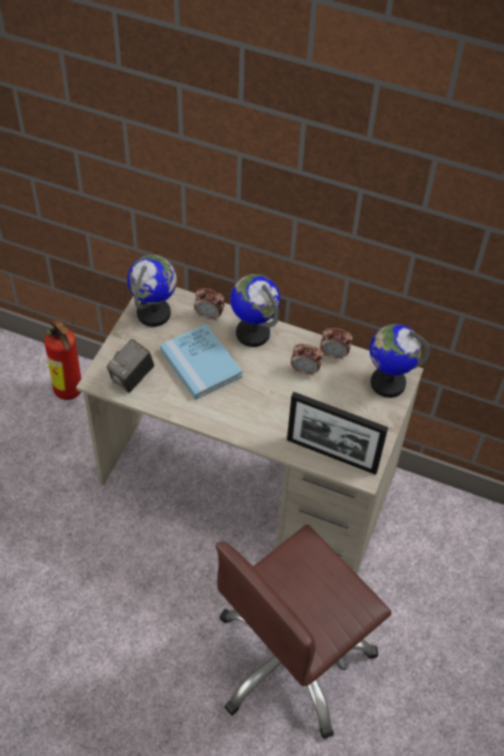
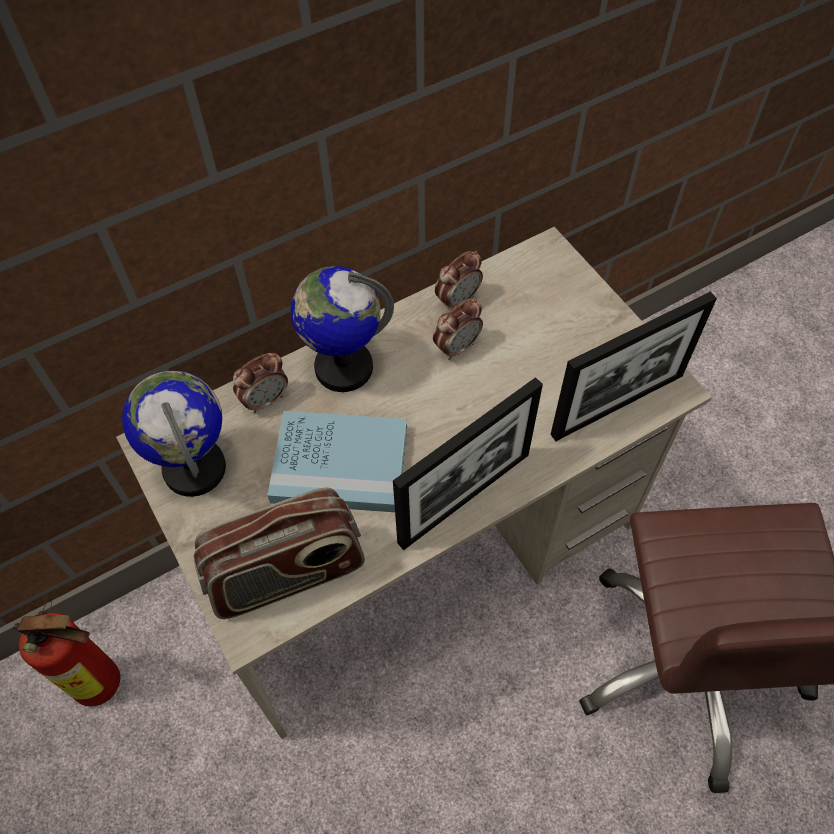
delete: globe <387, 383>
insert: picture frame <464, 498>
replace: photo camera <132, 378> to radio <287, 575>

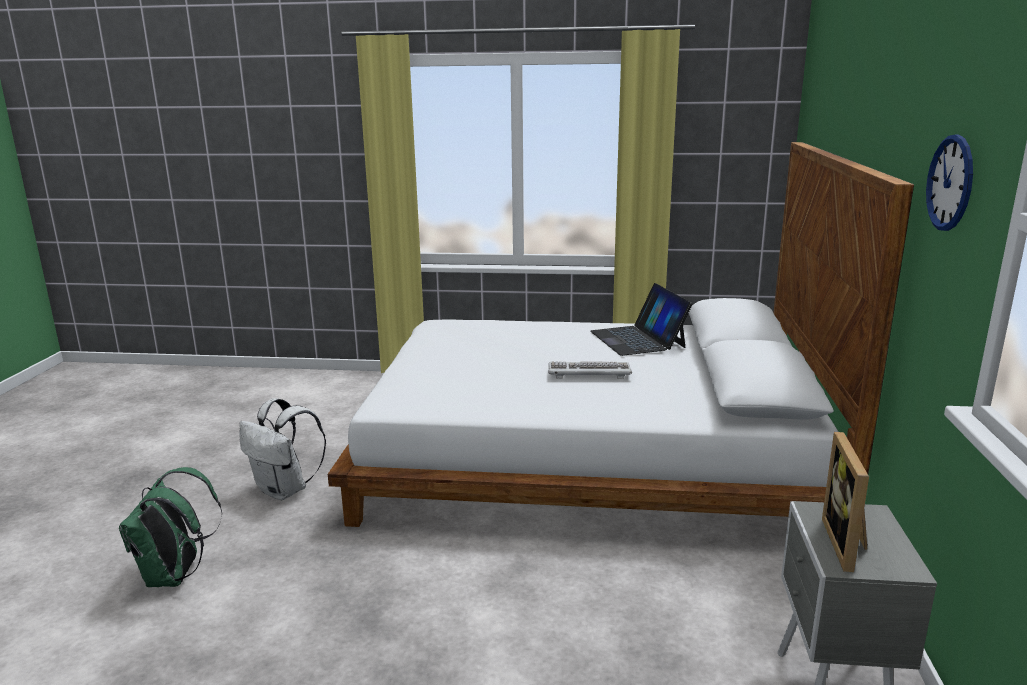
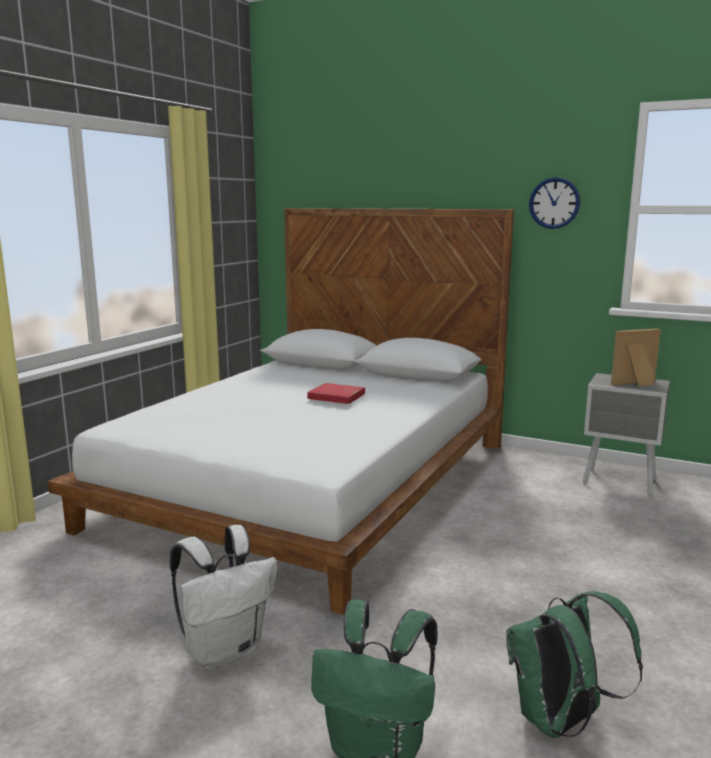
delete: laptop <638, 339>
insert: backpack (green) <560, 722>
replace: keyboard <588, 372> to book (red) <336, 397>
rotate: picture frame <848, 545> = <636, 384> 135 degrees clockwise

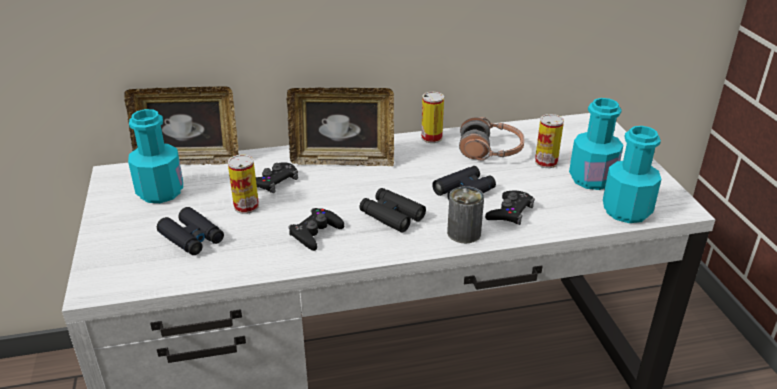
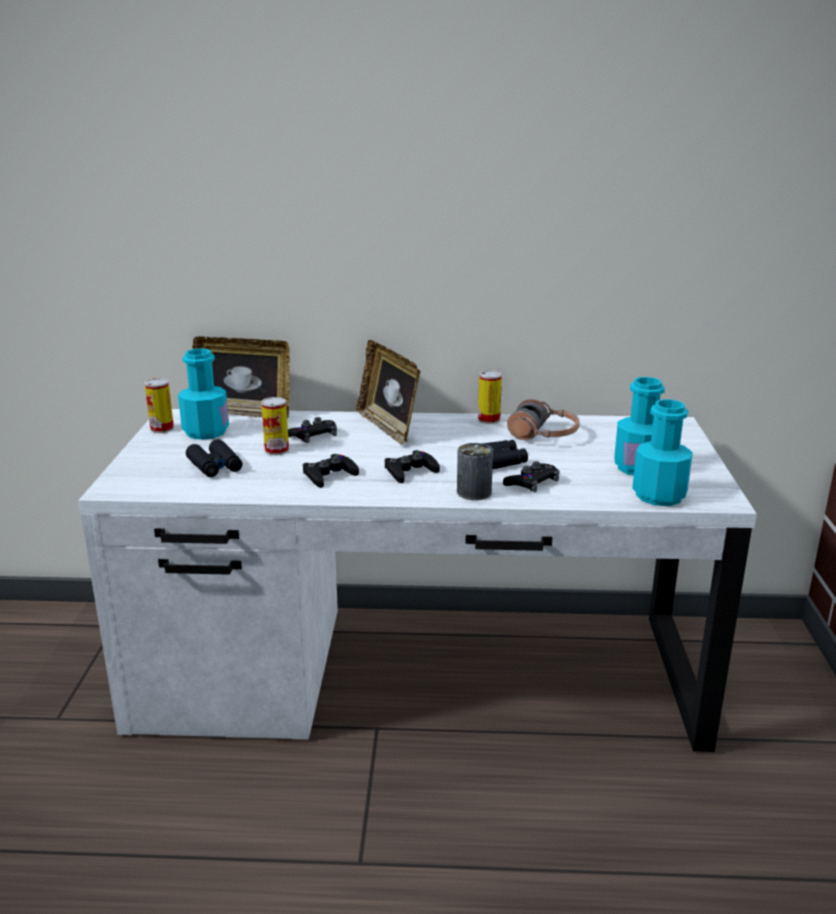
move: can <546, 162> to <162, 428>
replace: binoculars (black) <391, 215> to game controller (black) <410, 472>
rotate: picture frame <342, 160> = <388, 427> 45 degrees clockwise

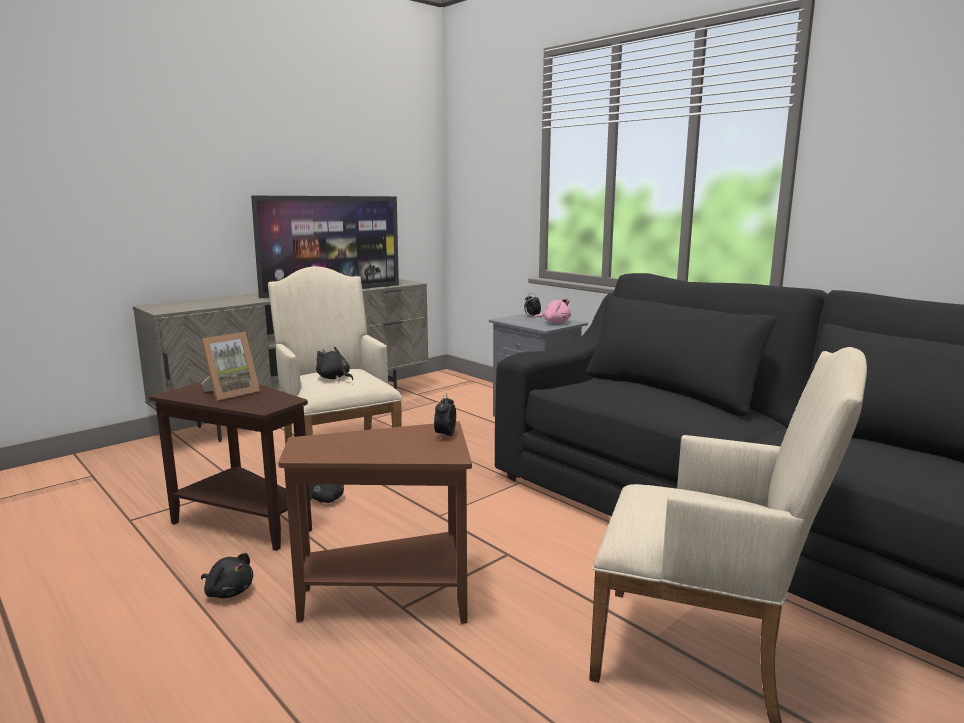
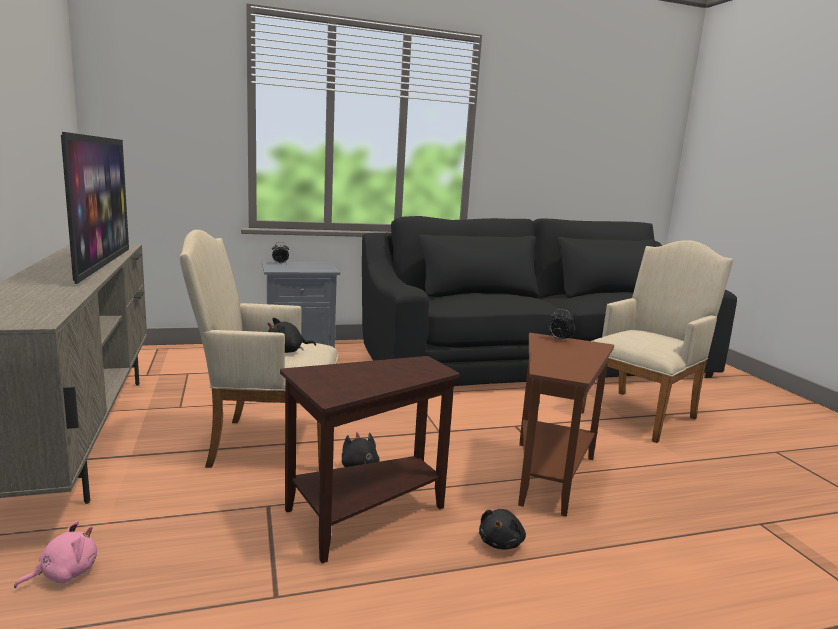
delete: picture frame <230, 393>
move: plush toy (pink) <554, 322> to <65, 573>
rotate: plush toy (black) <228, 591> = <501, 542> 150 degrees clockwise

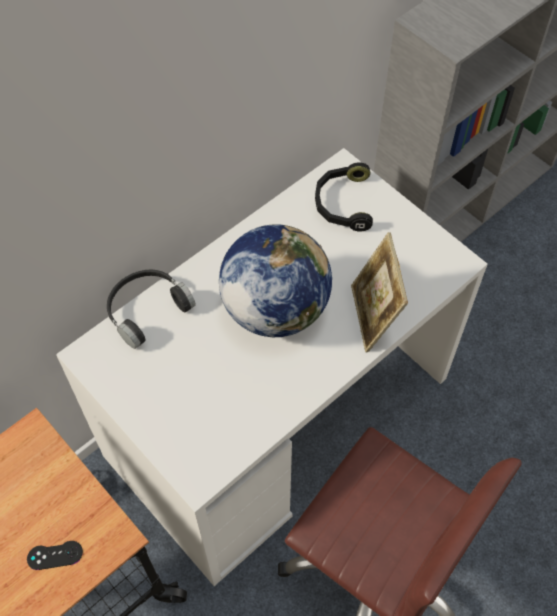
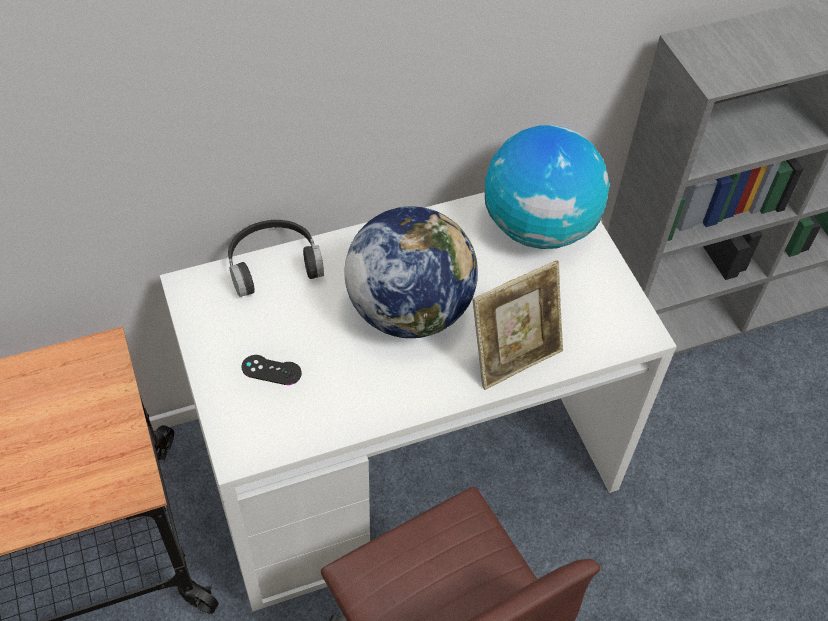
move: game controller (black) <55, 555> to <271, 370>
replace: headphones (black) <342, 203> to globe <539, 227>
rotate: picture frame <373, 317> = <514, 356> 135 degrees counterclockwise

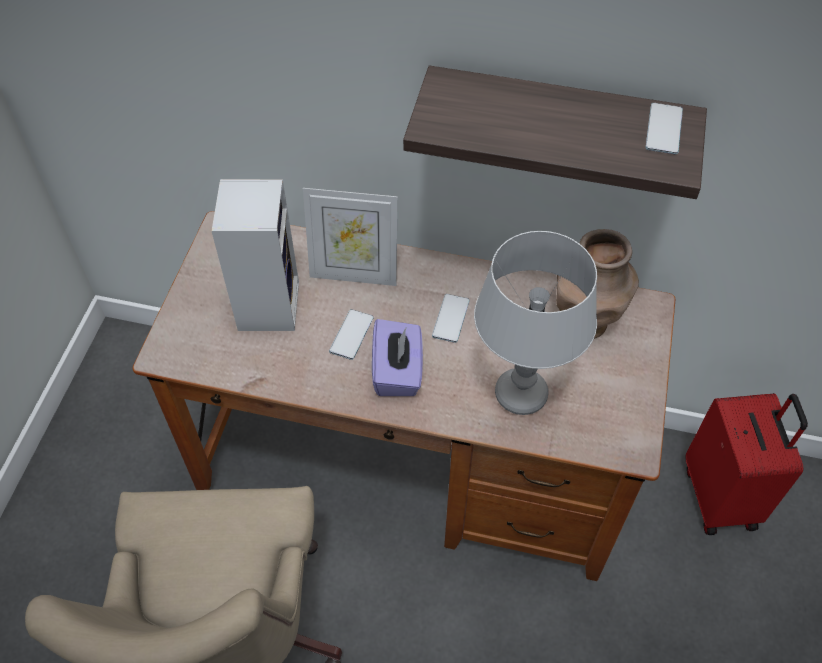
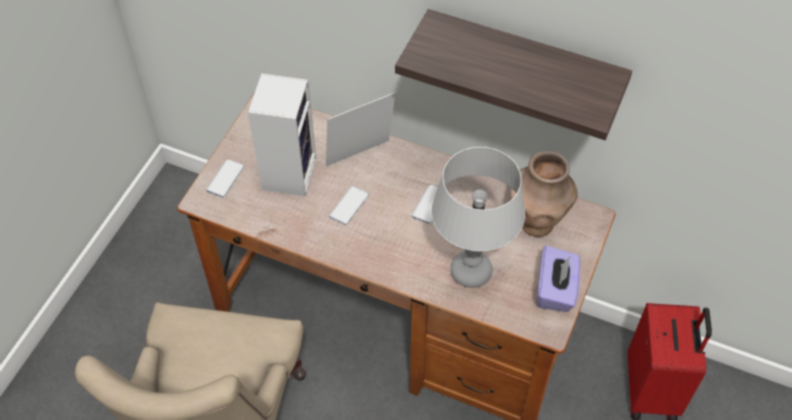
move: phone <664, 129> to <225, 178>; tissue box (purple) <398, 372> to <555, 290>
rotate: picture frame <354, 274> = <360, 158> 135 degrees clockwise

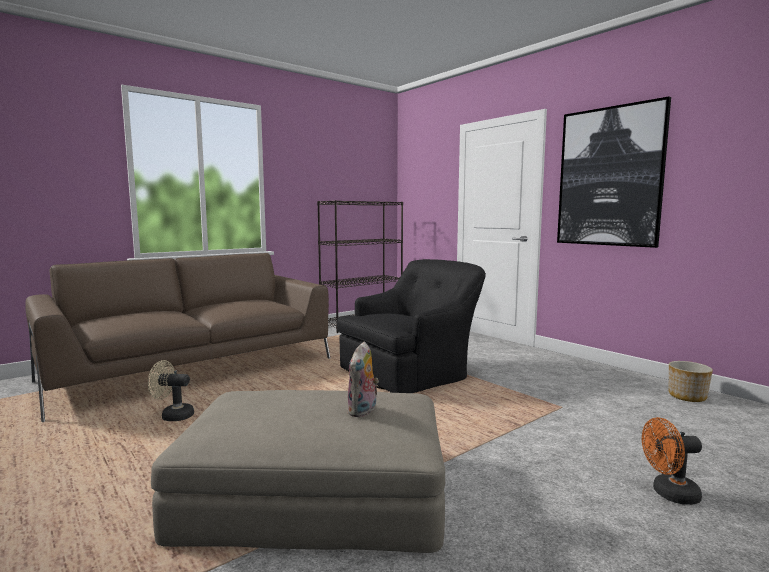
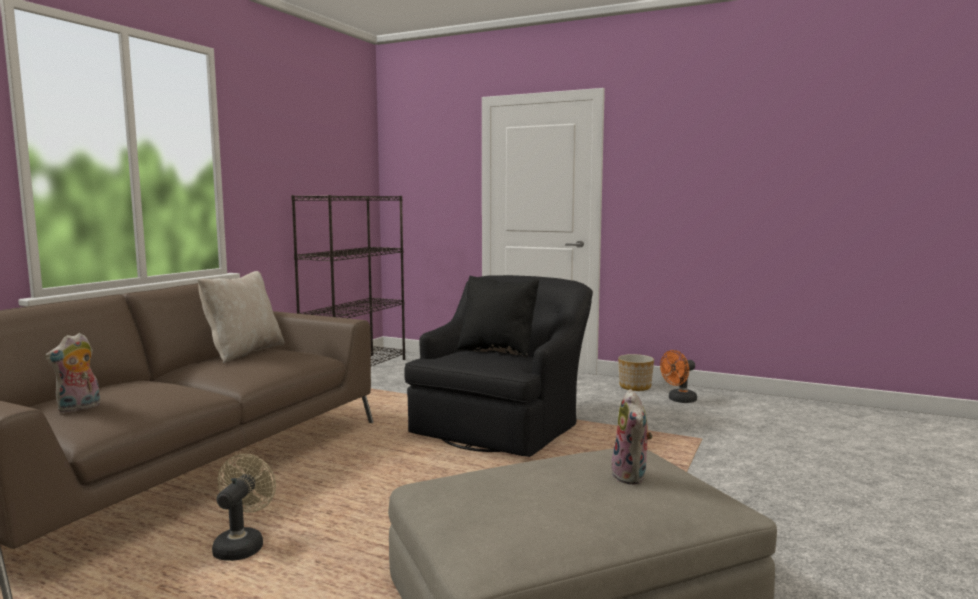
delete: picture <609, 177>
insert: pillow (beige) <243, 352>; pillow (black) <497, 351>; plush toy <79, 408>
move: planter <687, 396> to <635, 387>; fan (orange) <669, 494> to <679, 400>
rotate: fan (beige) <172, 416> = <242, 545> 120 degrees clockwise

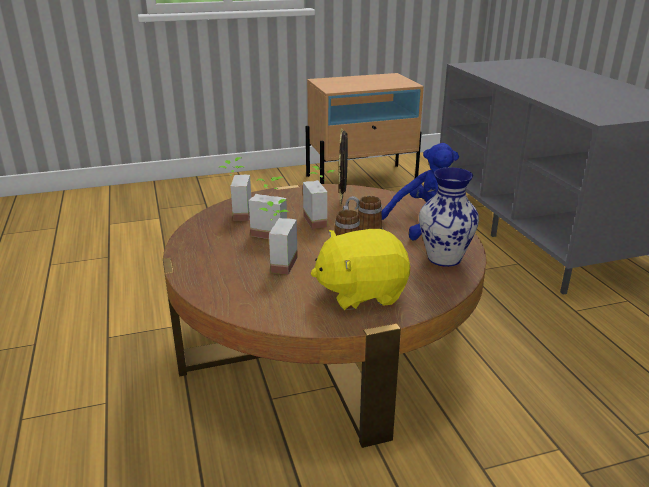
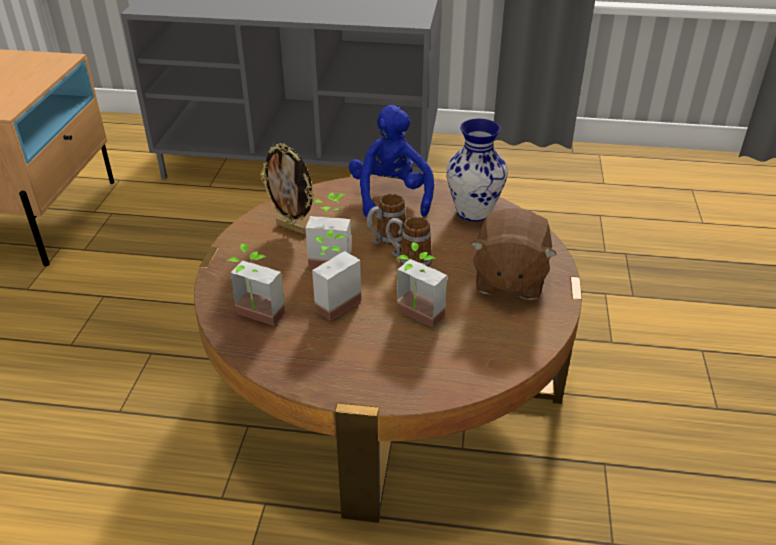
recolor: plush toy (yellow) <361, 292> to plush toy (brown) <508, 279>

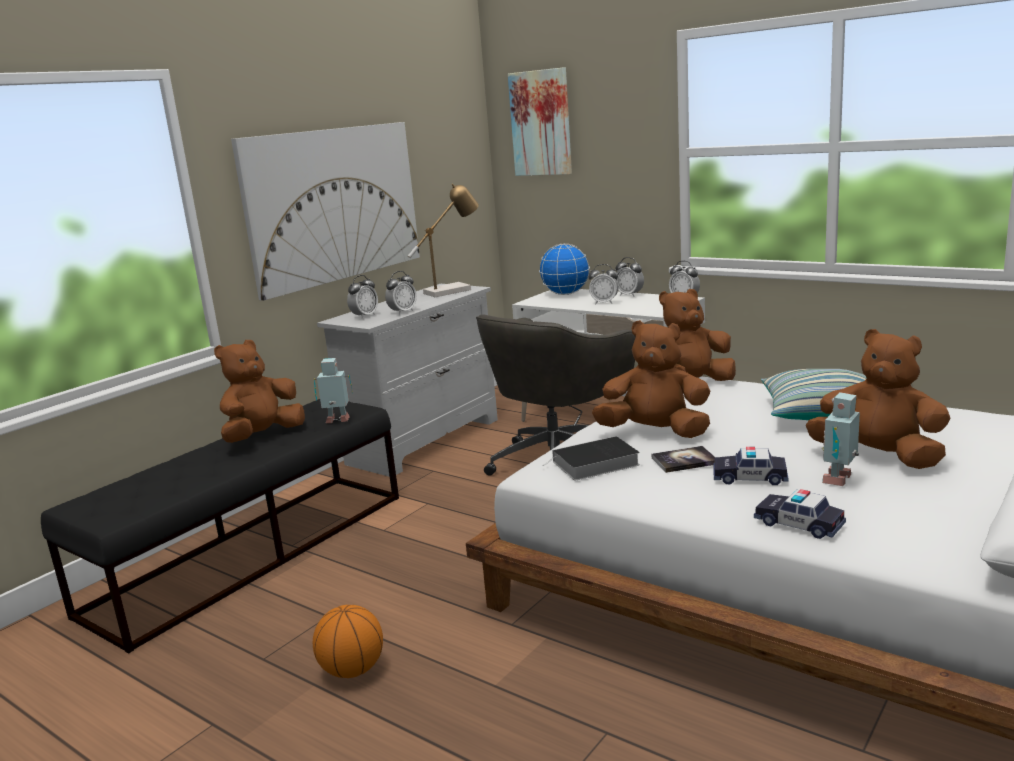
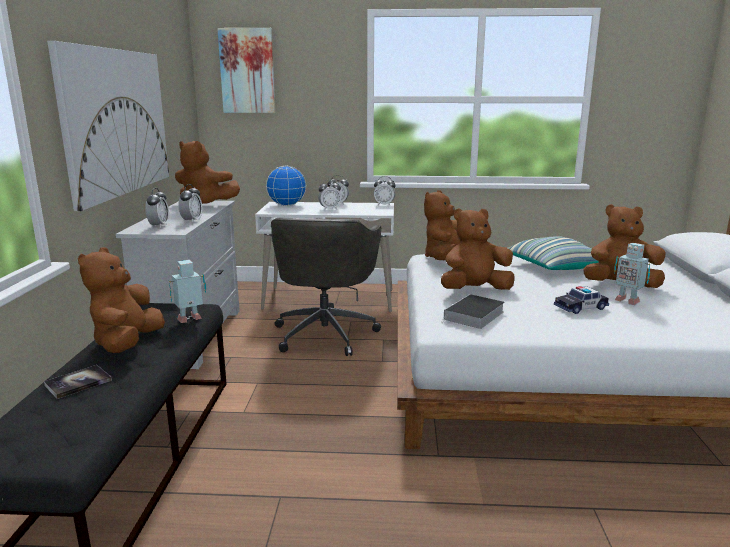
delete: toy car <799, 524>; basketball <353, 670>
move: book <684, 461> to <78, 383>
replace: table lamp <452, 290> to plush toy (brown) <205, 204>
rotate: toy robot <840, 479> = <627, 300> 45 degrees counterclockwise

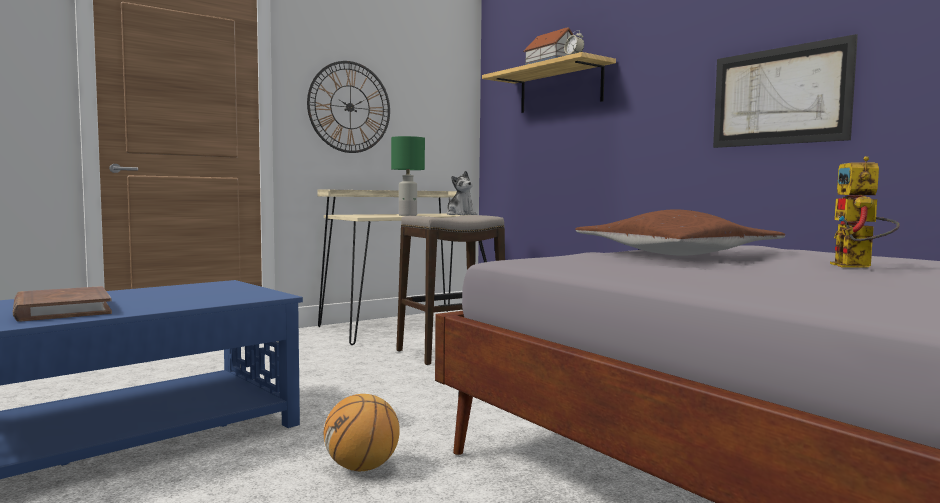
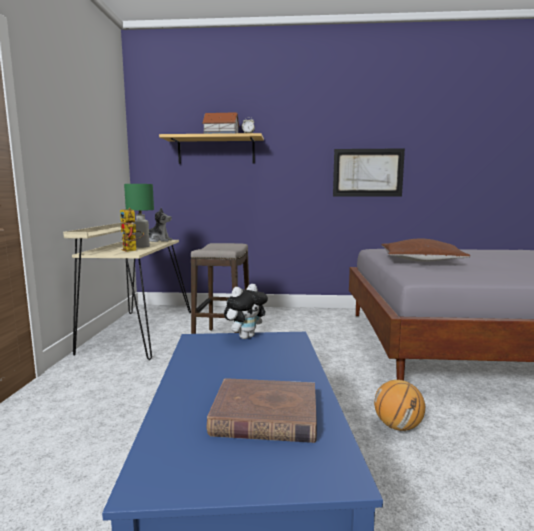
delete: wall clock <350, 107>
insert: plush toy <246, 336>
move: toy robot <858, 267> to <132, 250>

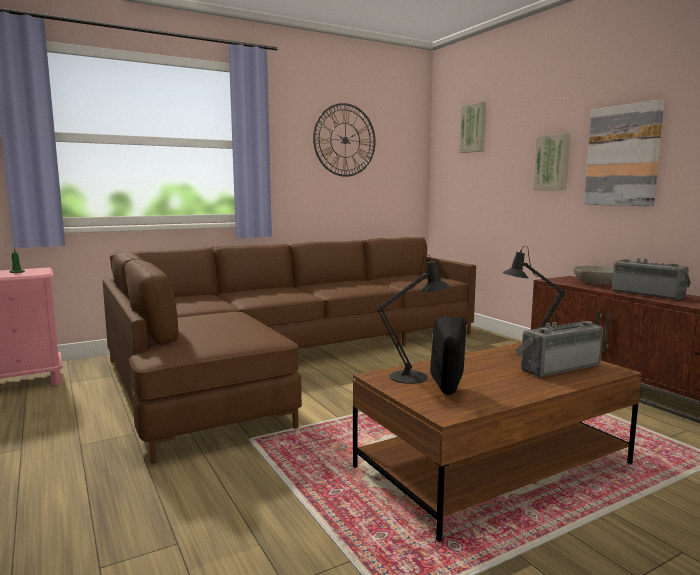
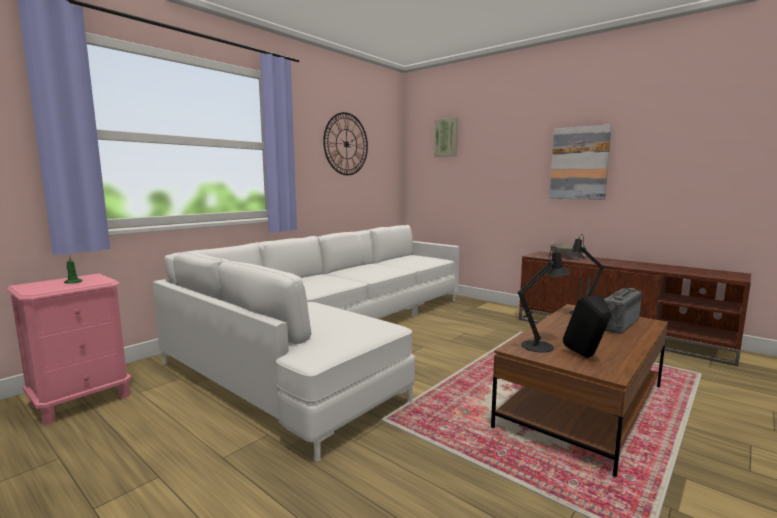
delete: picture <552, 163>; radio <648, 294>
recolor: sofa (brown) <287, 360> to sofa (white) <336, 339>

